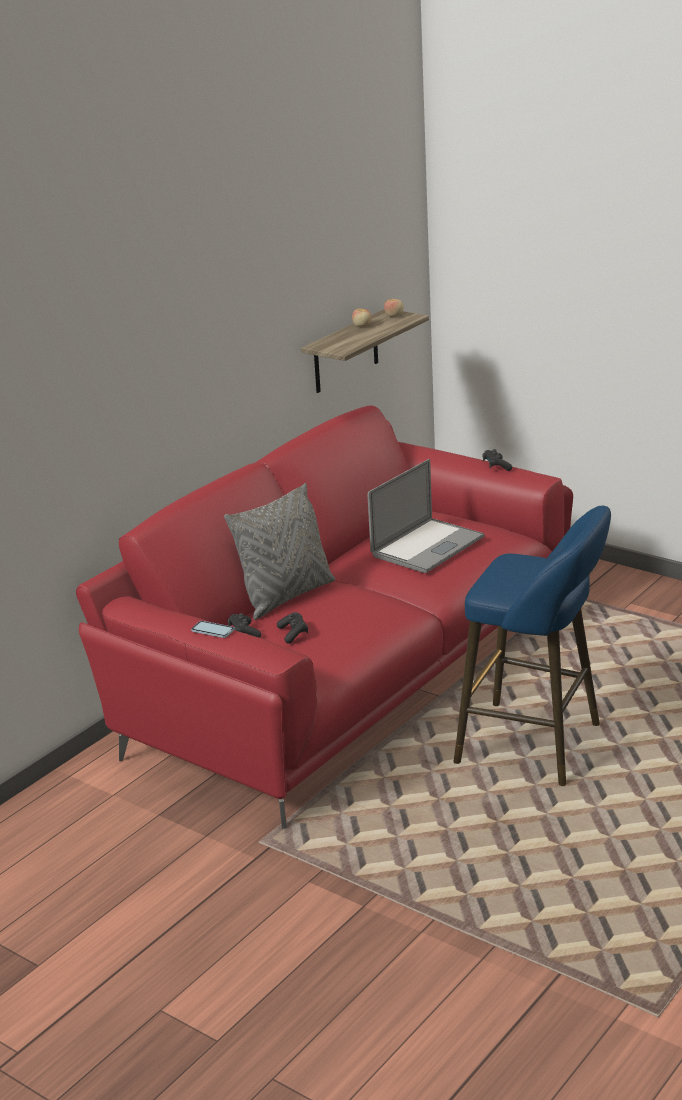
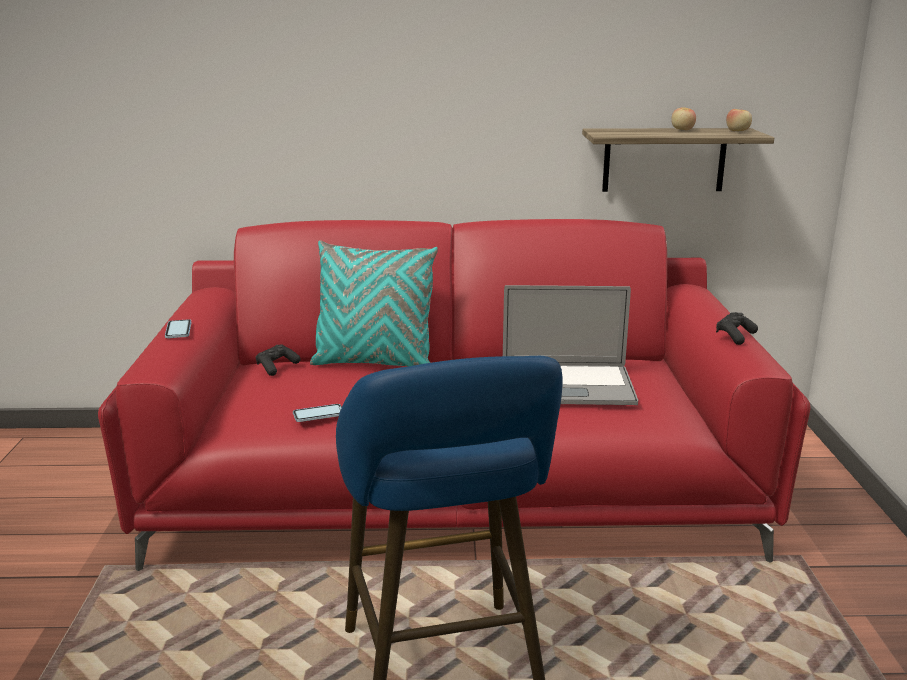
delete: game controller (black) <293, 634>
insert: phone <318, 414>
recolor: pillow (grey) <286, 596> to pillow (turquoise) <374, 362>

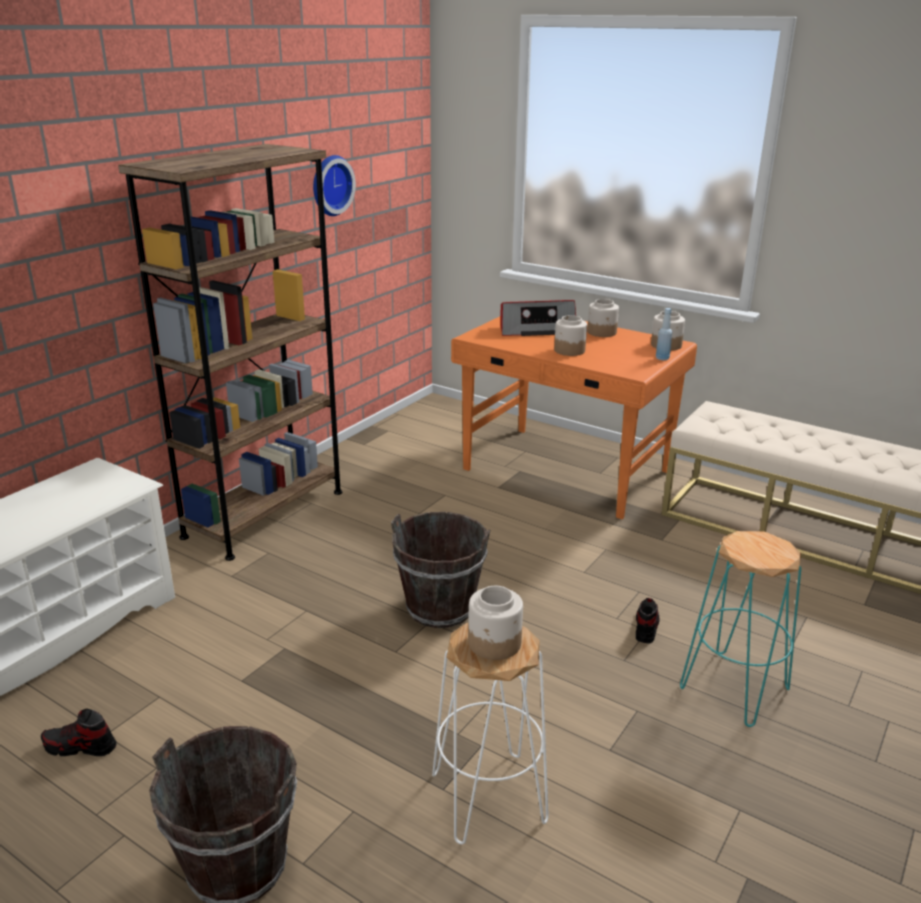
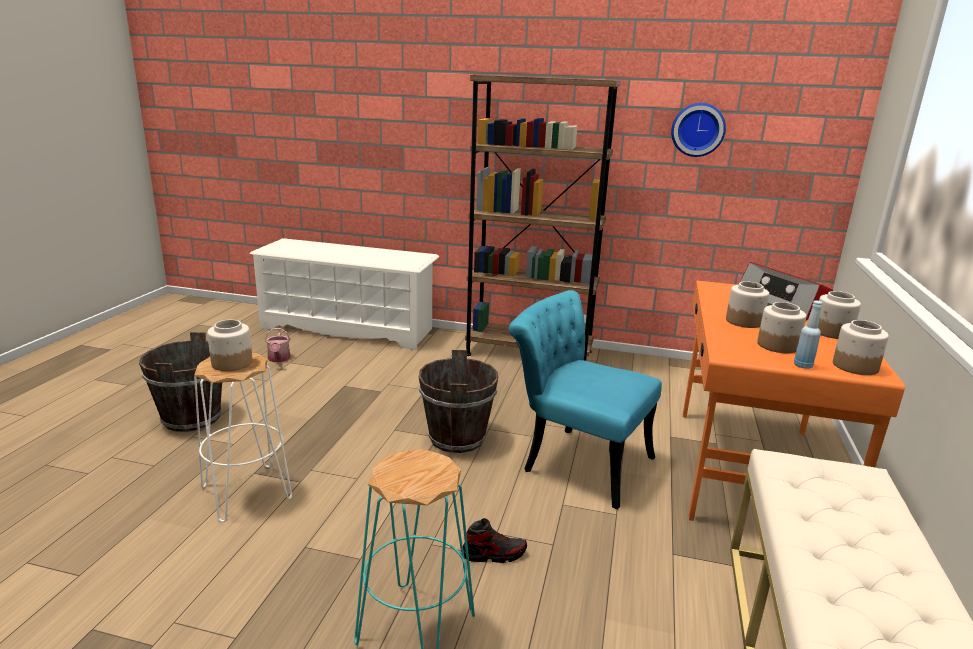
insert: chair (turquoise) <576, 460>; jar <777, 345>
replace: shoe <80, 747> to watering can <278, 359>

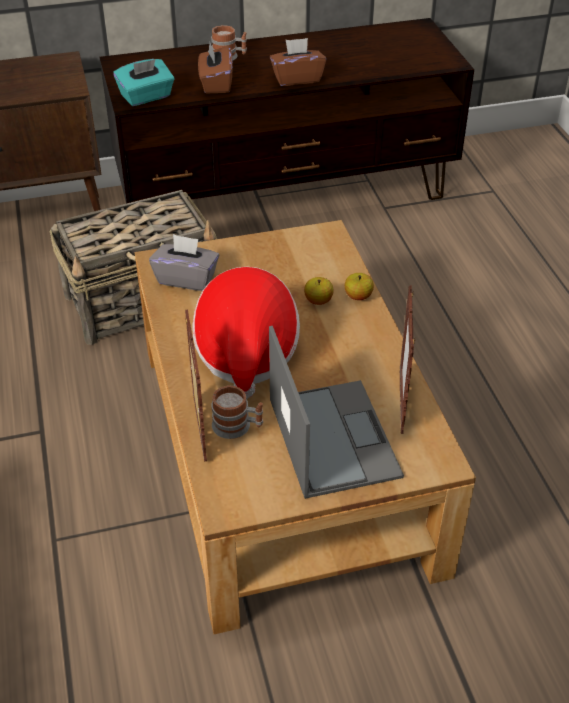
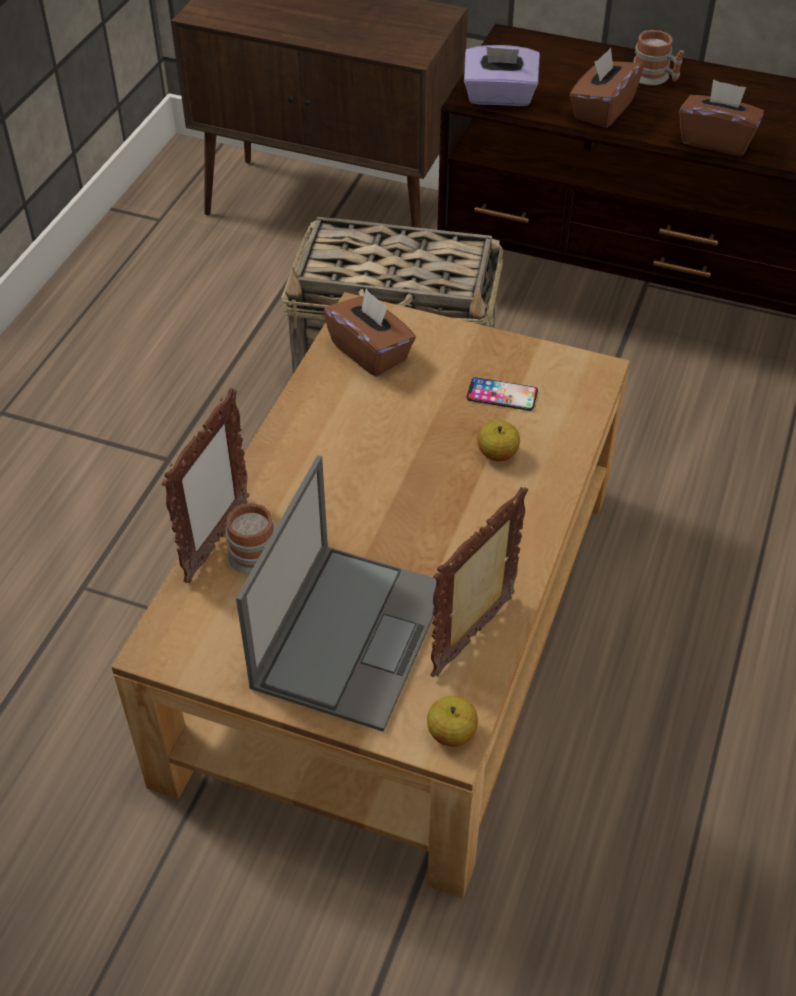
delete: hat <246, 353>
insert: phone <502, 395>
move: apple <358, 296> to <451, 733>
recolor: tissue box (turquoise) <146, 97> to tissue box (purple) <499, 97>; tissue box (grey) <186, 278> to tissue box (brown) <370, 352>

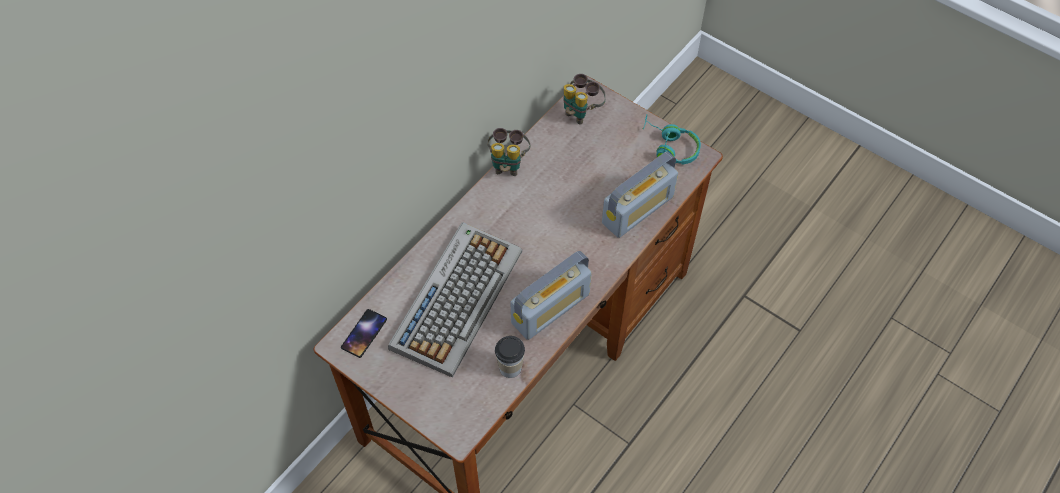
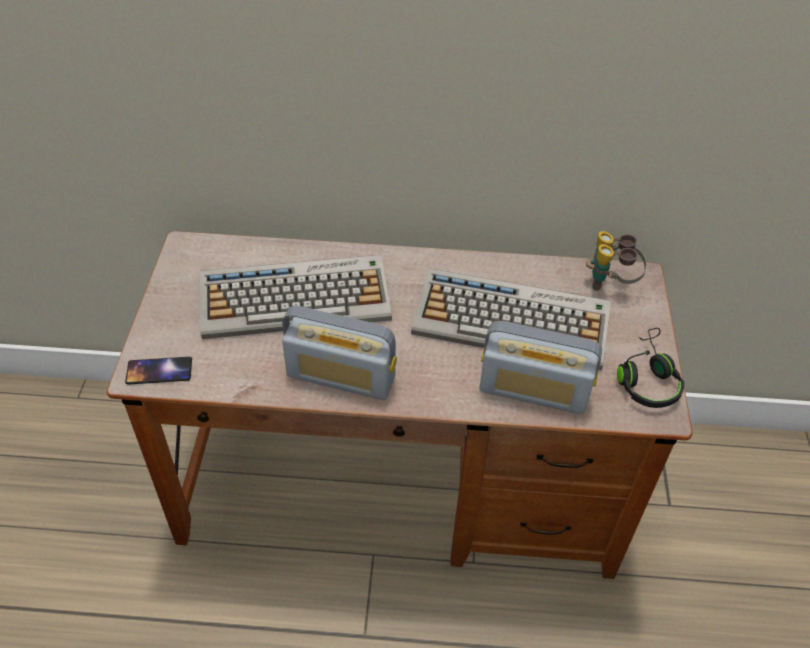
delete: binoculars <508, 164>; cup <510, 368>
insert: keyboard <513, 320>
move: phone <364, 333> to <159, 371>
recolor: headphones (turquoise) <669, 147> to headphones (black) <647, 378>

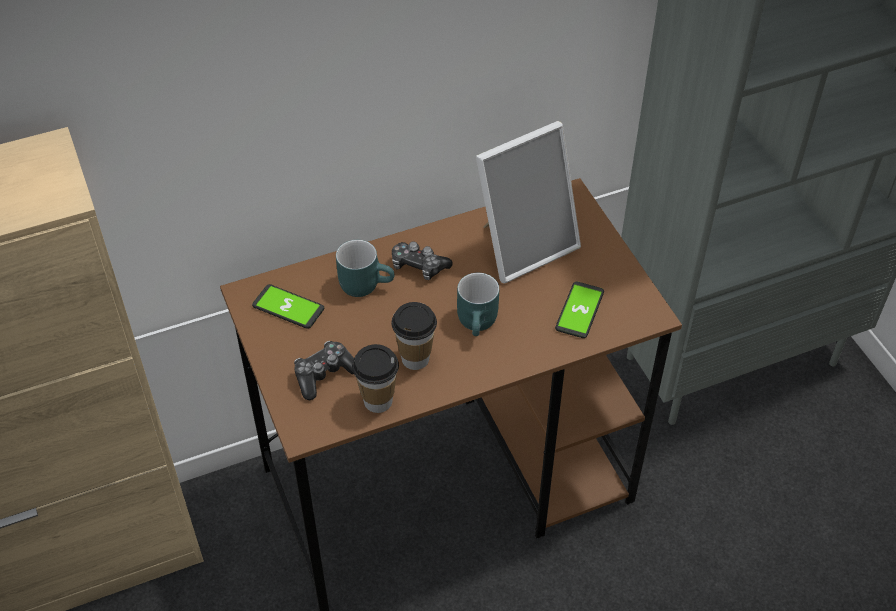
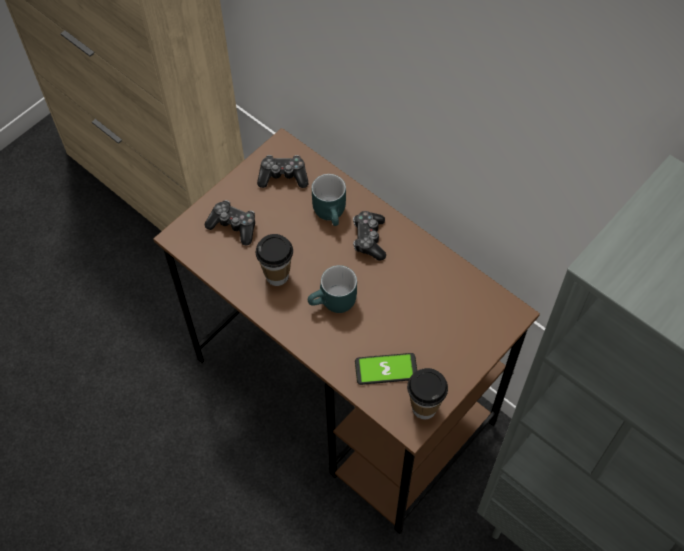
delete: picture frame <524, 245>
move: cup <378, 401> to <424, 407>
replace: phone <288, 307> to game controller <283, 176>

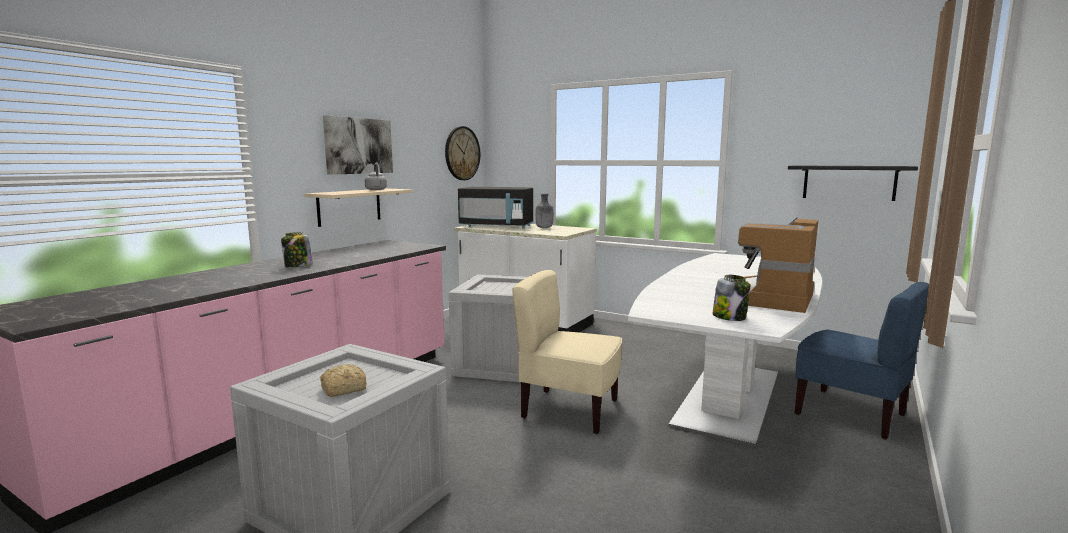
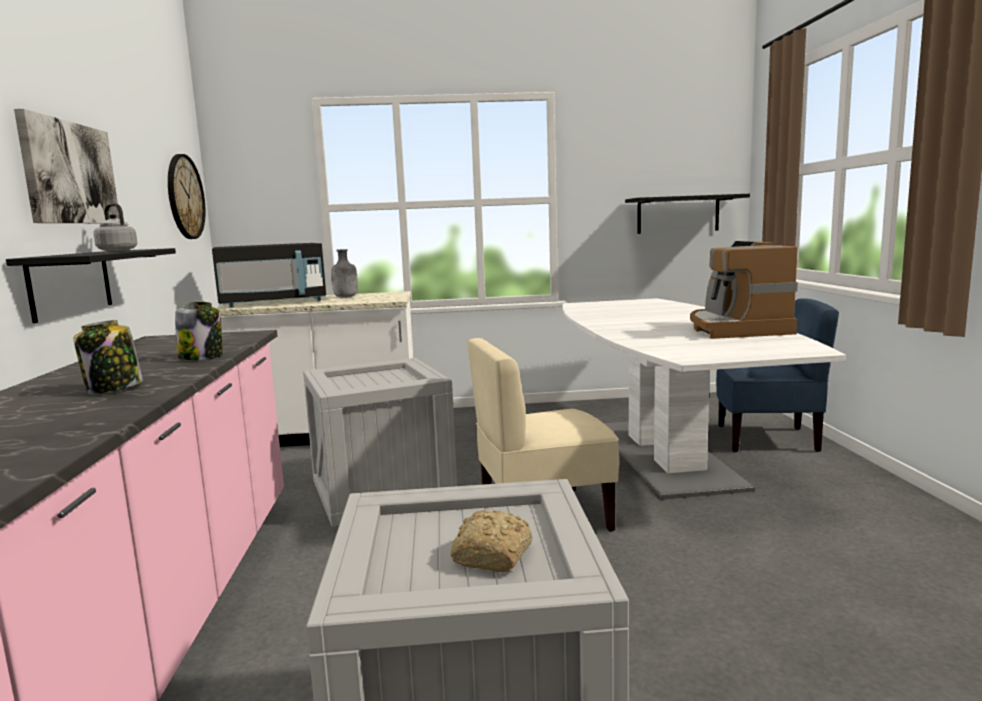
move: jar <730, 317> to <202, 357>
recolor: shelf (beige) <349, 206> to shelf (black) <70, 283>

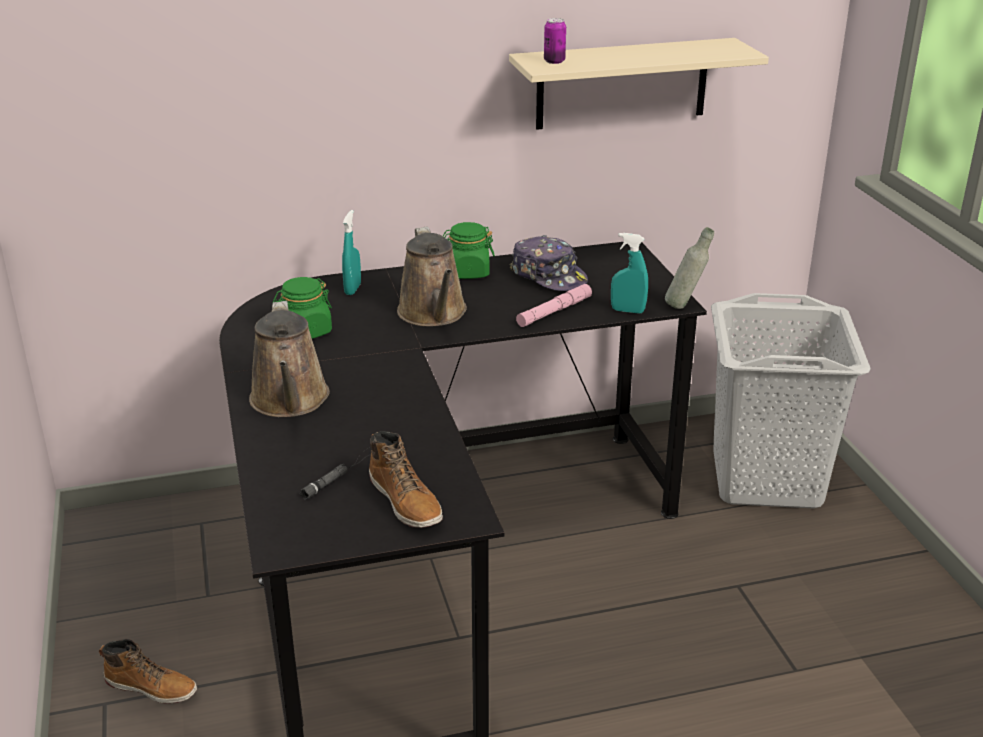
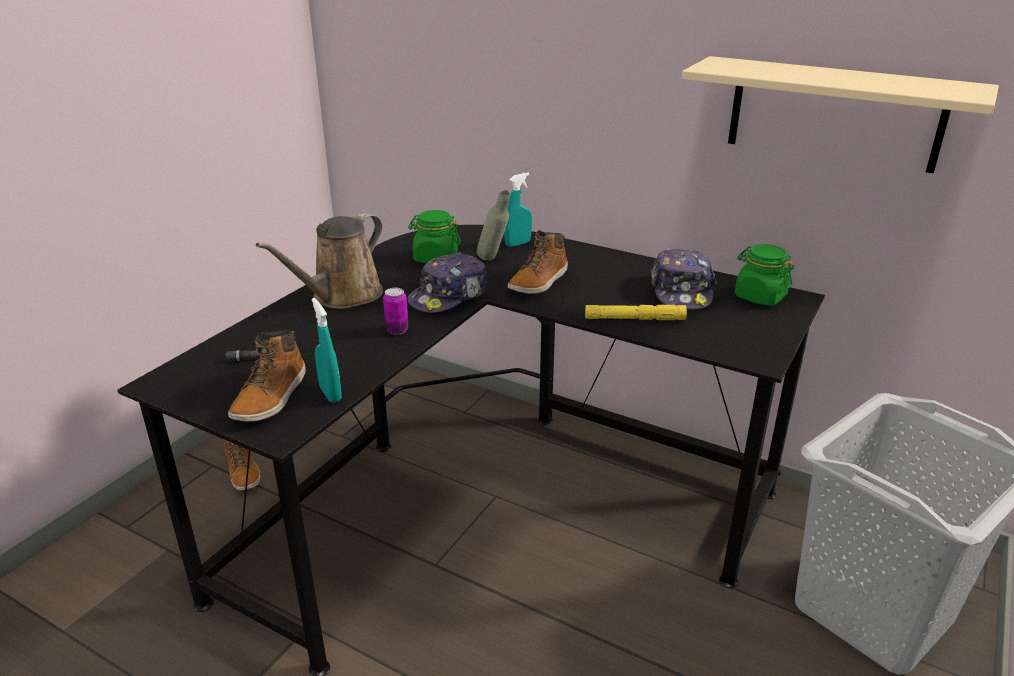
insert: cap <449, 296>
move: can <554, 61> to <397, 330>; jar (green) <467, 272> to <759, 296>; bottle (grey) <685, 306> to <493, 261>; spray bottle (turquoise) <627, 311> to <330, 394>
replace: watering can (brown) <433, 314> to boot <539, 282>
recolor: flashlight (pink) <554, 311> to flashlight (yellow) <634, 319>

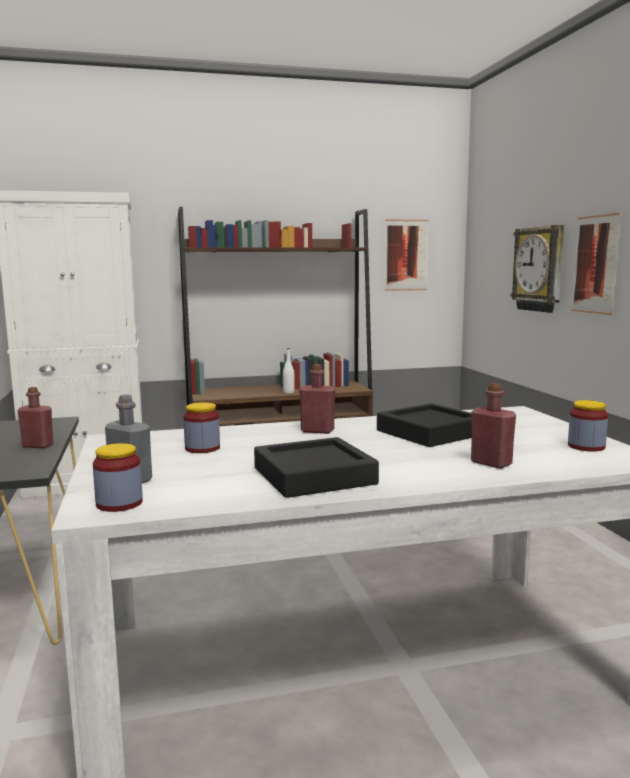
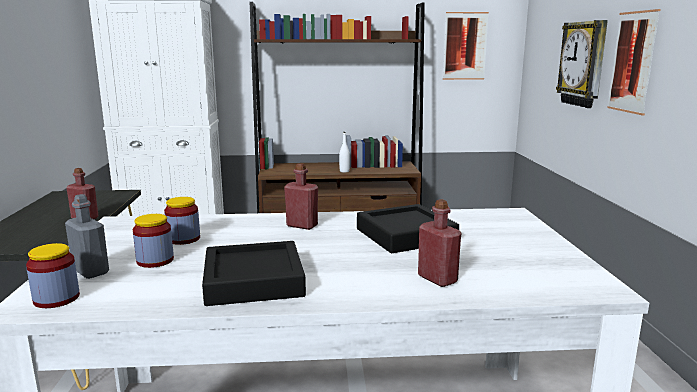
move: jar <586, 446> to <155, 260>

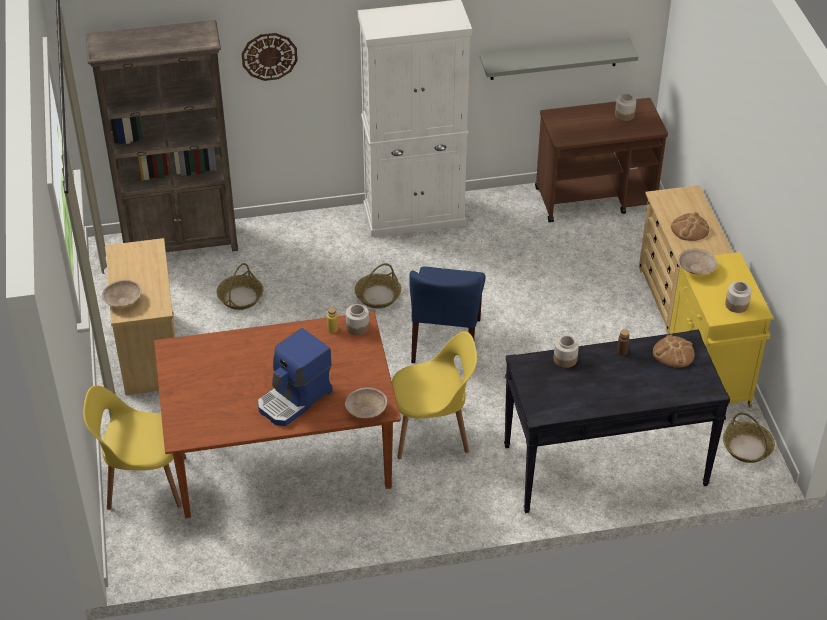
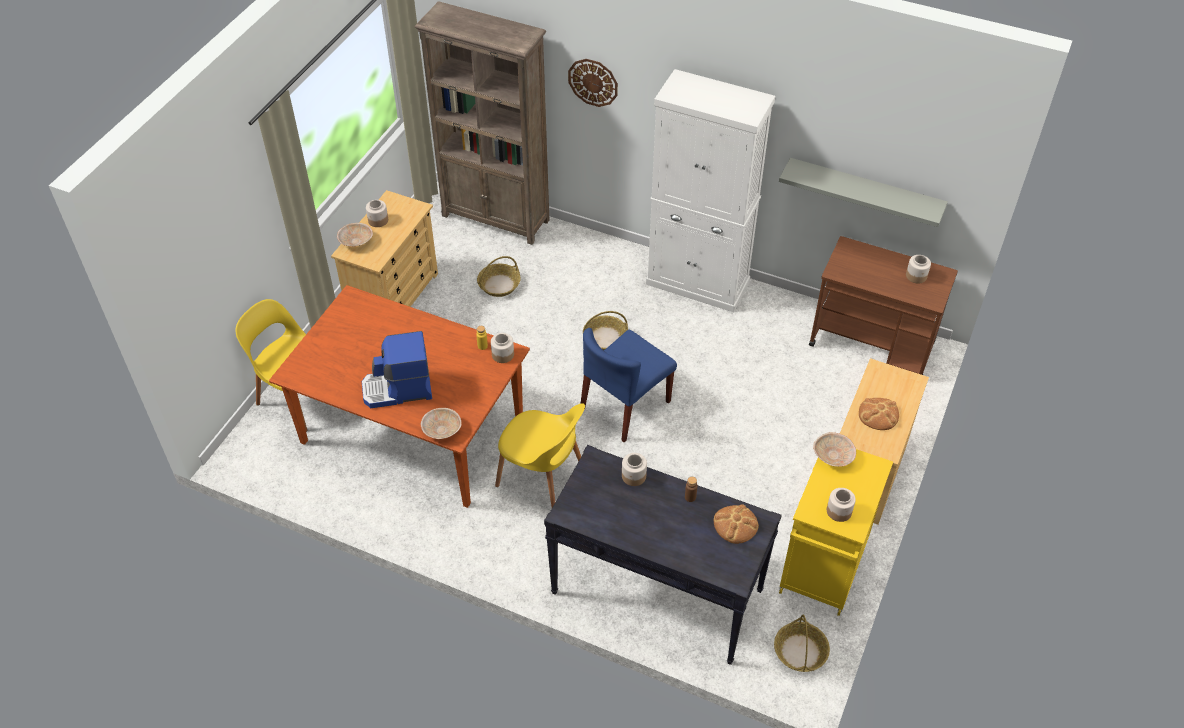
insert: jar <378, 220>

